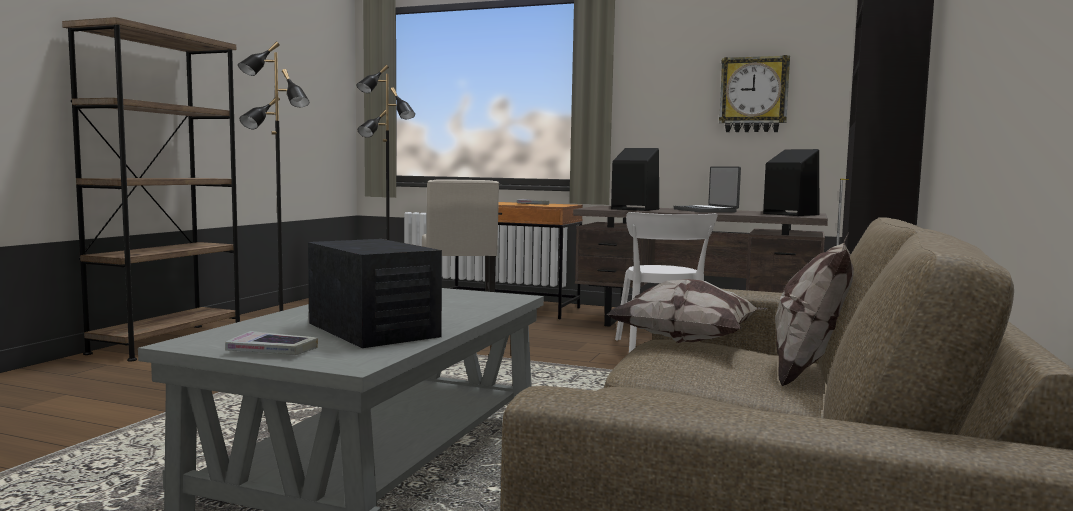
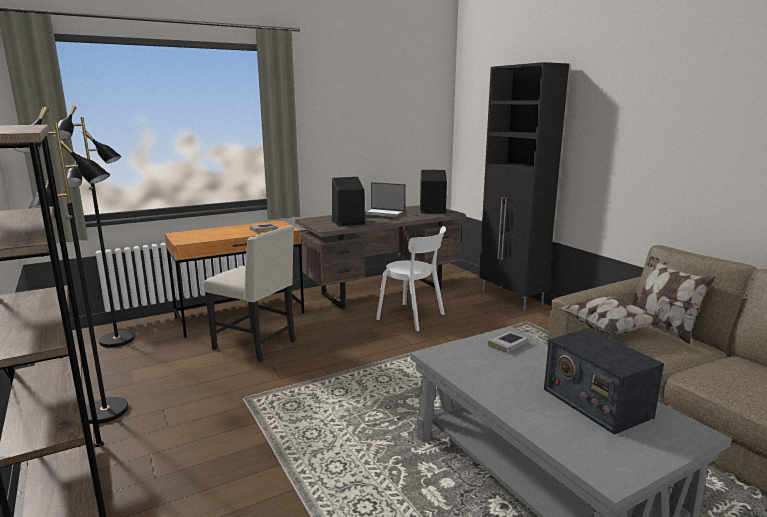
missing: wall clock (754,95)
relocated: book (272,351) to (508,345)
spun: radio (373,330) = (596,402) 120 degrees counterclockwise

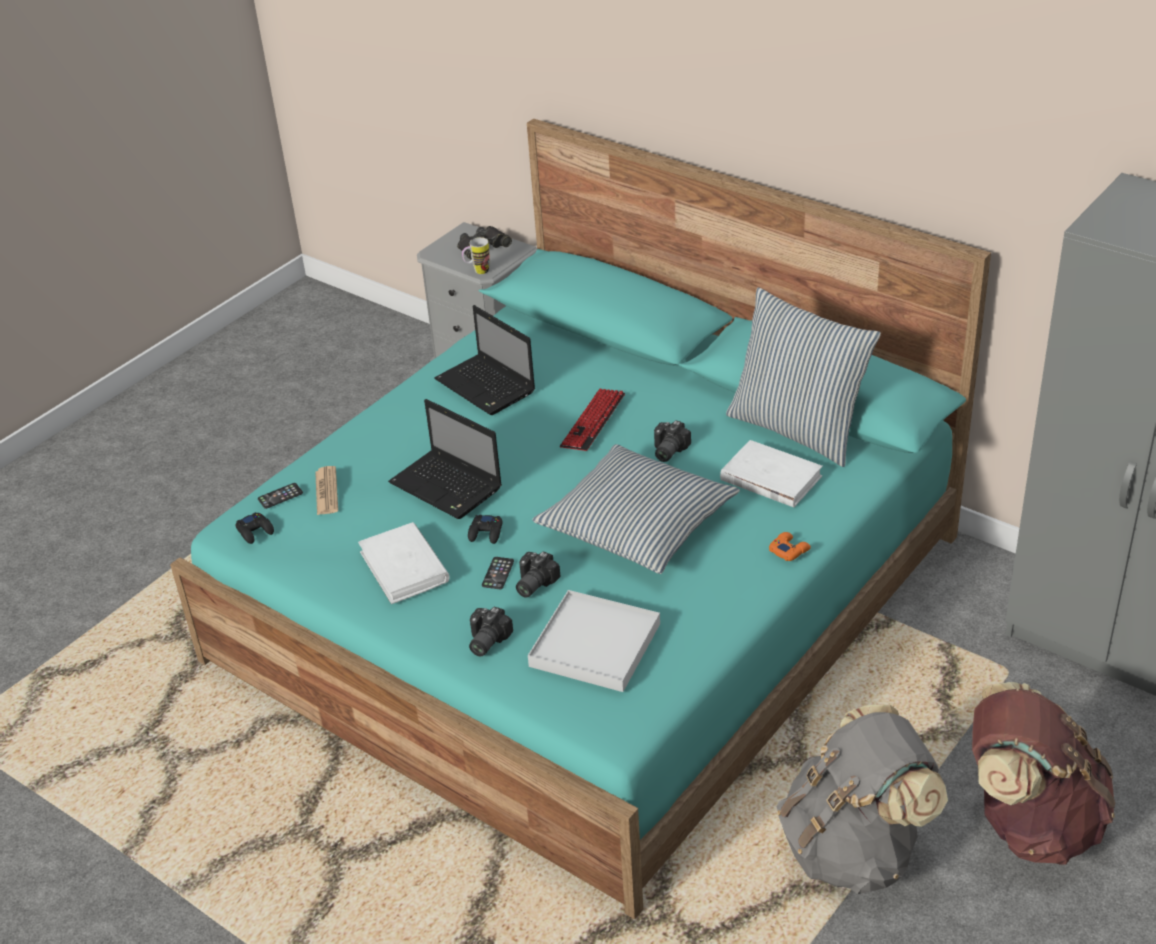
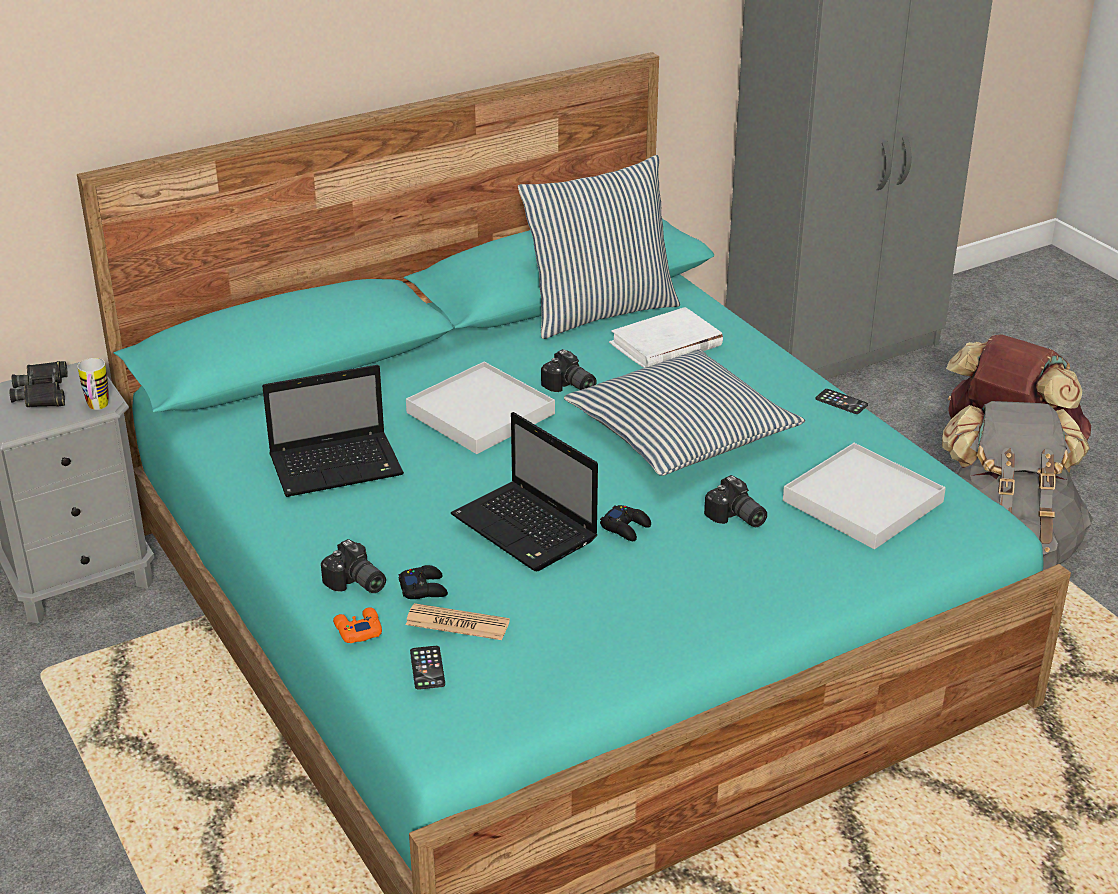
missing: white book (404,567)
relocated: black game controller (255,531) to (423,588); photo camera (485,641) to (355,584); phone (498,573) to (841,402); orange game controller (789,550) to (358,630)
exchanged: keyboard (593,421) to white tray (481,413)
spun: laptop (448,486) = (527,529) 75 degrees clockwise

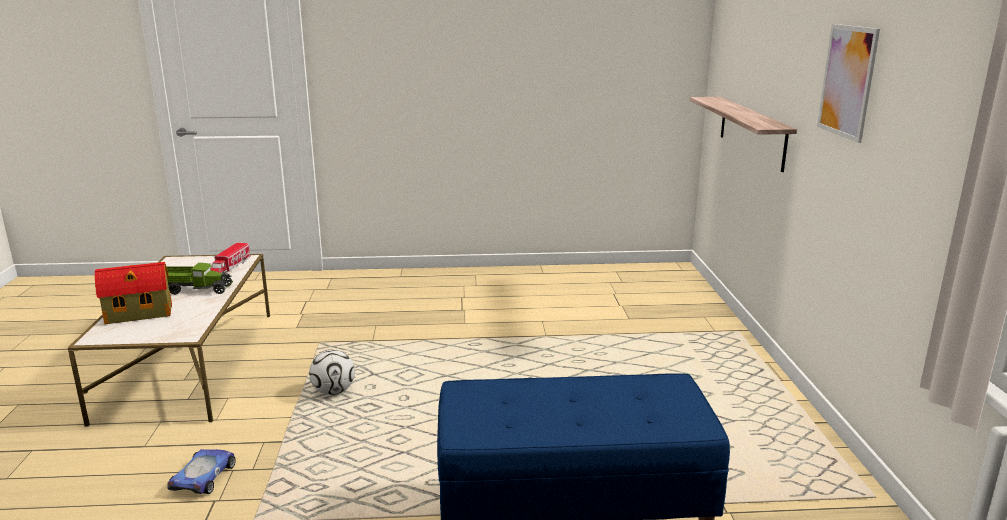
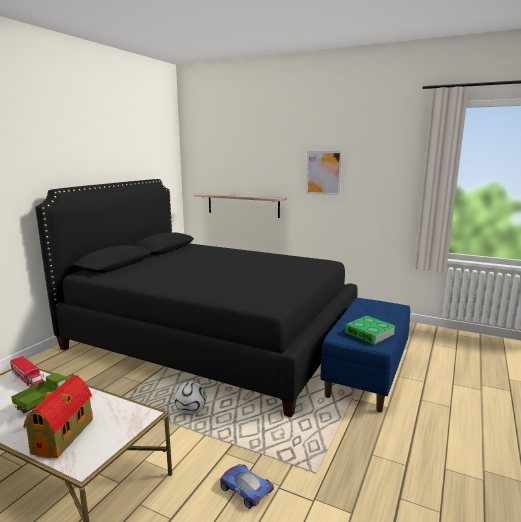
appeared: black bed (212,338); book (369,333)

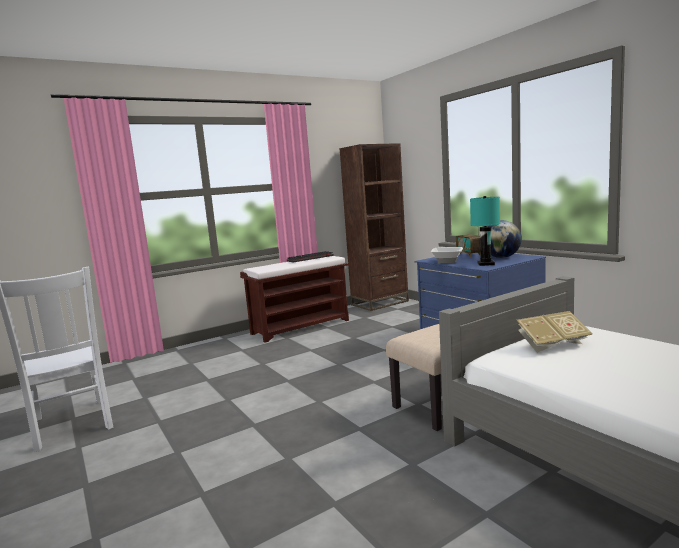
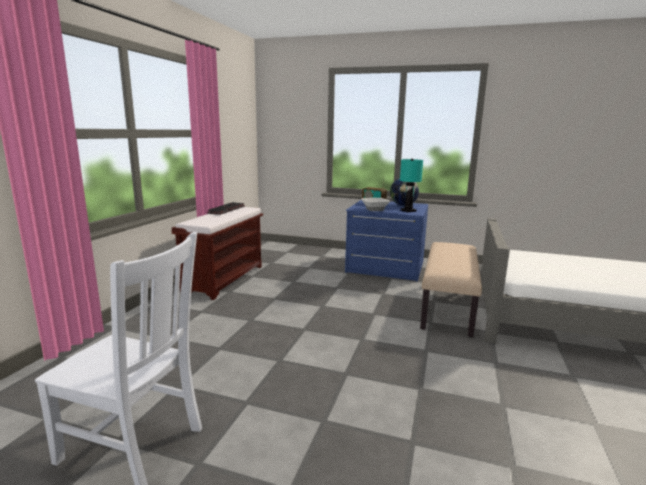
missing: brown bookcase (380,303); book (552,345)

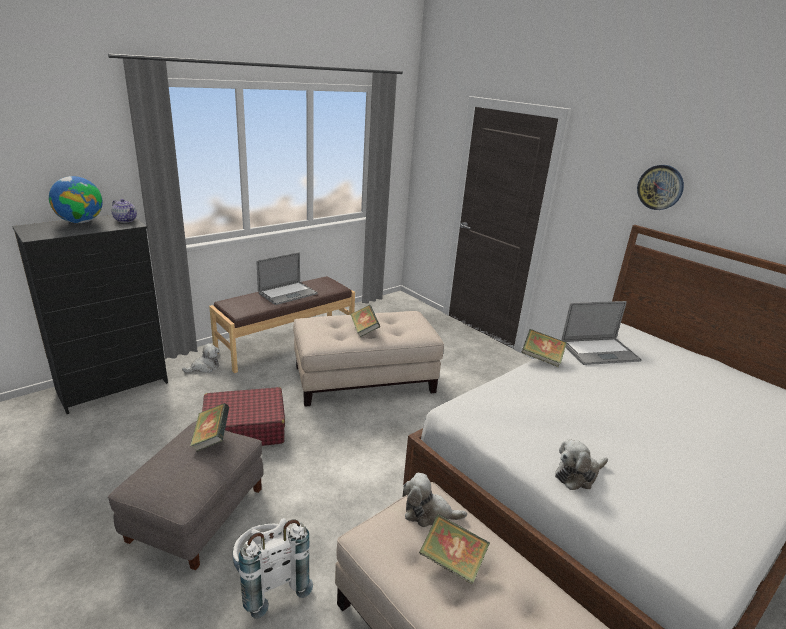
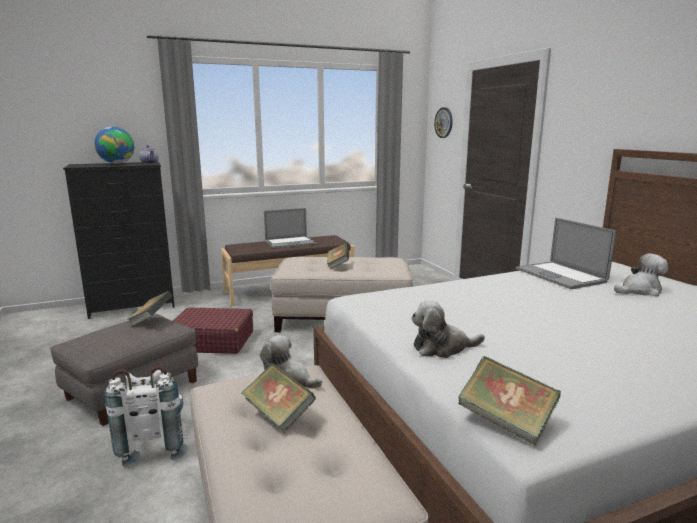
relocated: plush toy (204,367) to (639,291); book (541,358) to (506,422); wall clock (660,187) to (444,122)
spun: laptop (599,351) = (560,275) 60 degrees clockwise

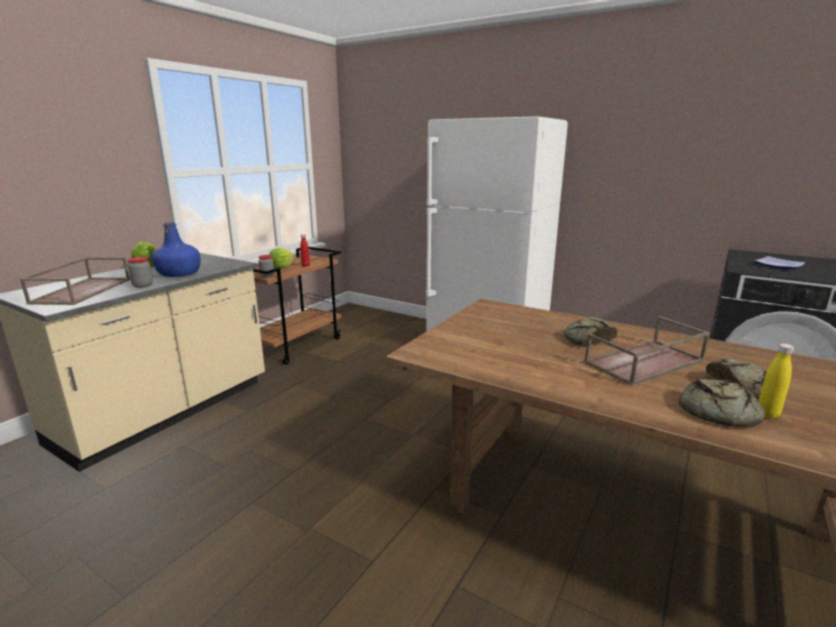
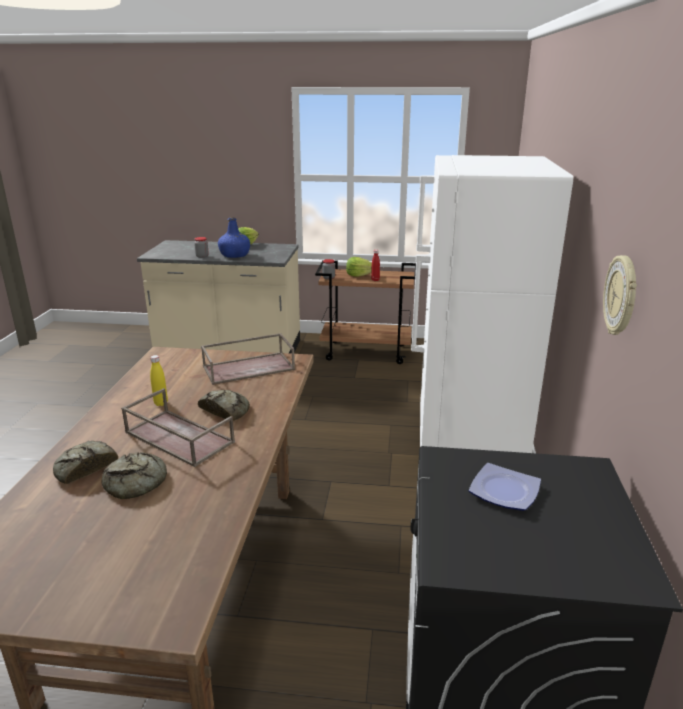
appeared: wall clock (622,296)
relocated: brown tray (82,290) to (249,367); yellow bottle (767,414) to (161,403)

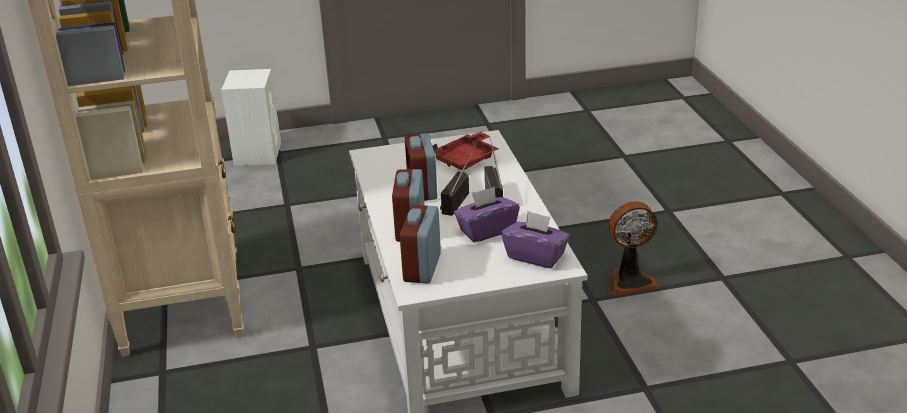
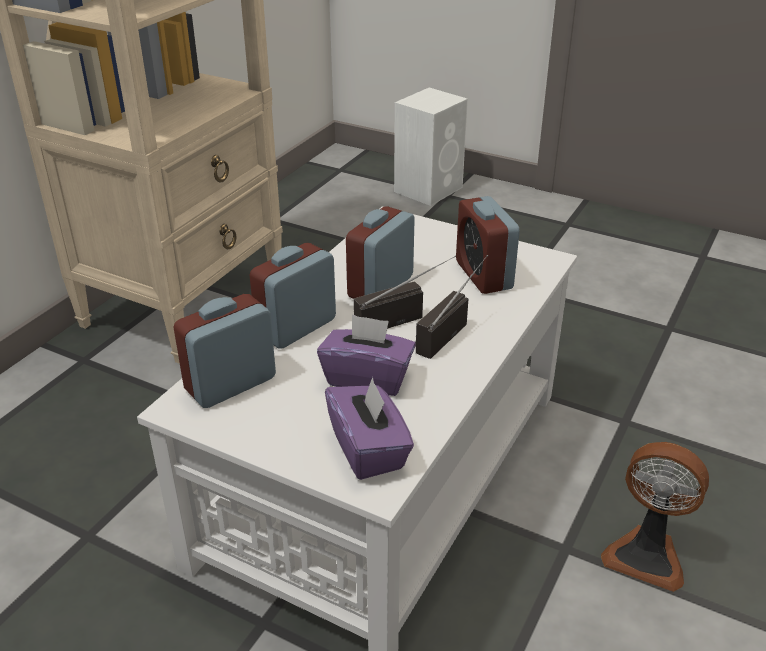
exchanged: red tray (467,159) to alarm clock (483,275)

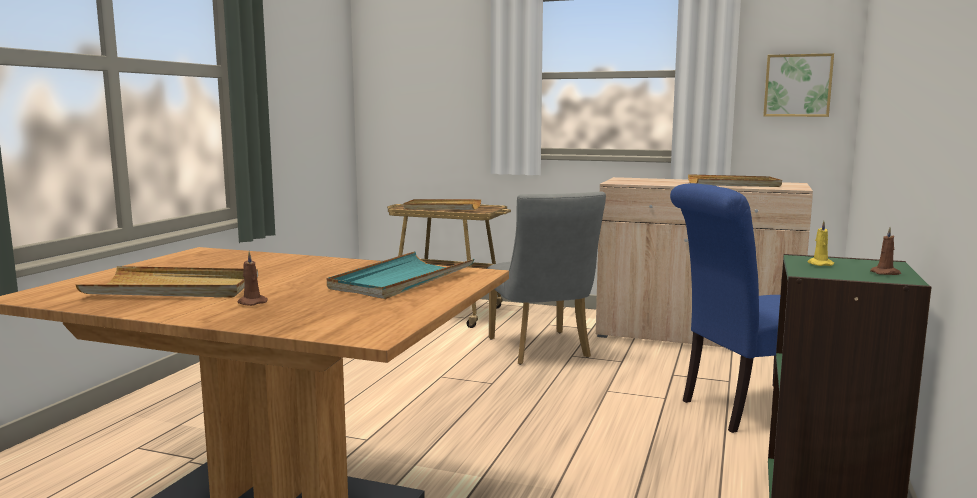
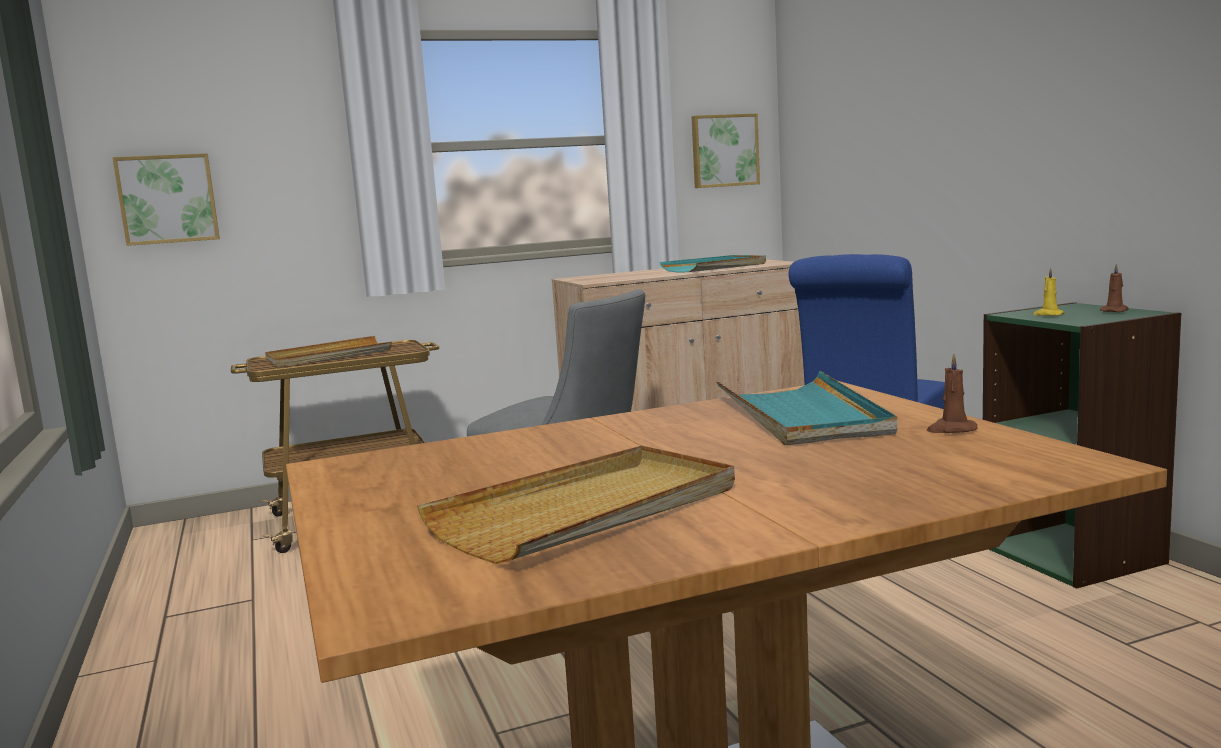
appeared: picture (168,199)
relocated: brown candle (251,302) to (951,430)
colour: beige tray (733,184) to turquoise tray (715,267)

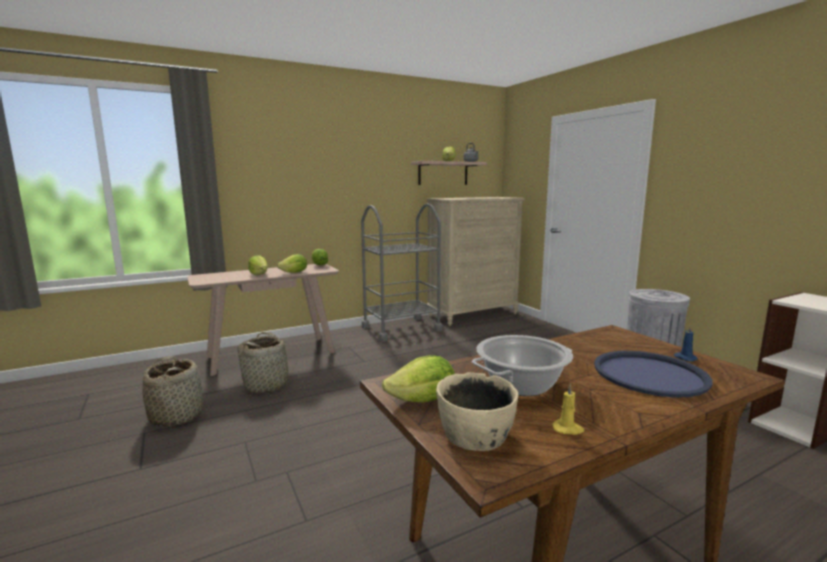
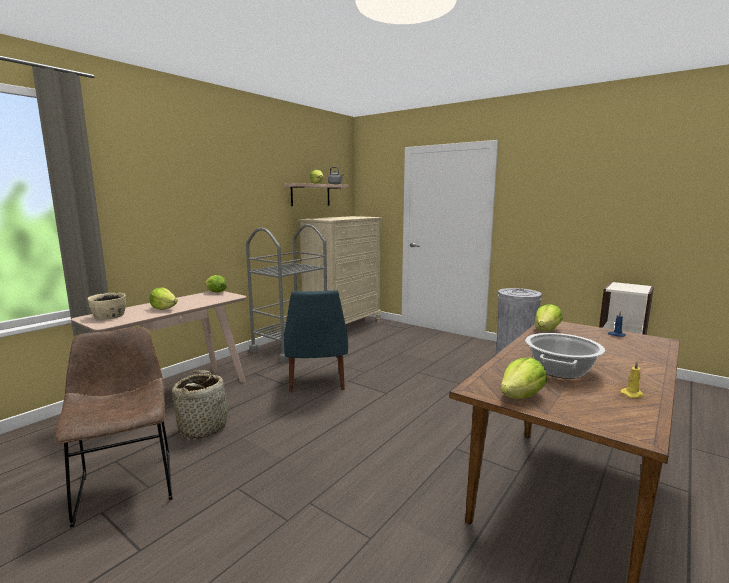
missing: blue tray (649,374)
appeared: blue chair (316,382)
relocated: lettuce (294,273) to (546,330); beige bowl (475,435) to (109,316)
exchanged: basket (177,416) to brown chair (126,483)

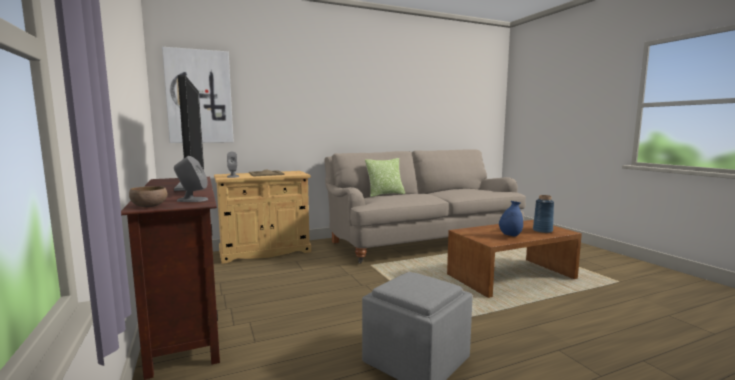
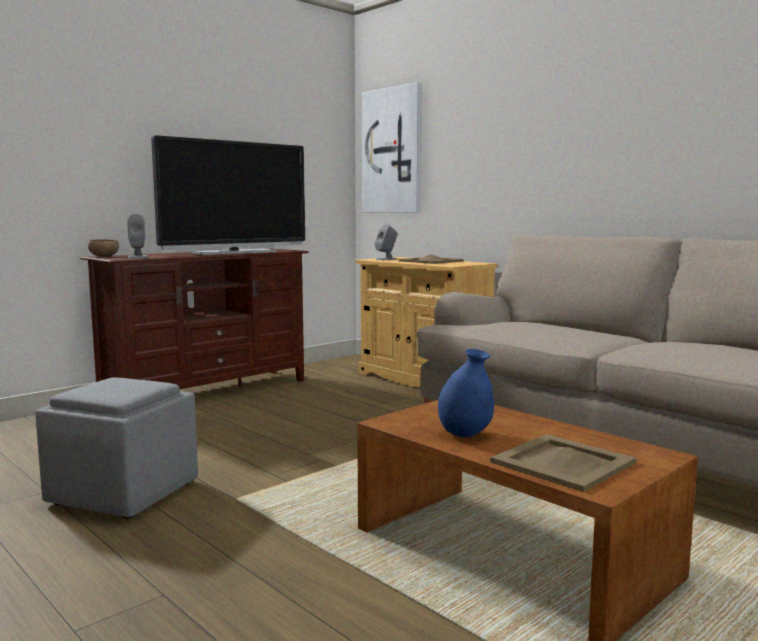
missing: pillow (385,194)
exchanged: blue vase (542,230) to beige tray (564,462)

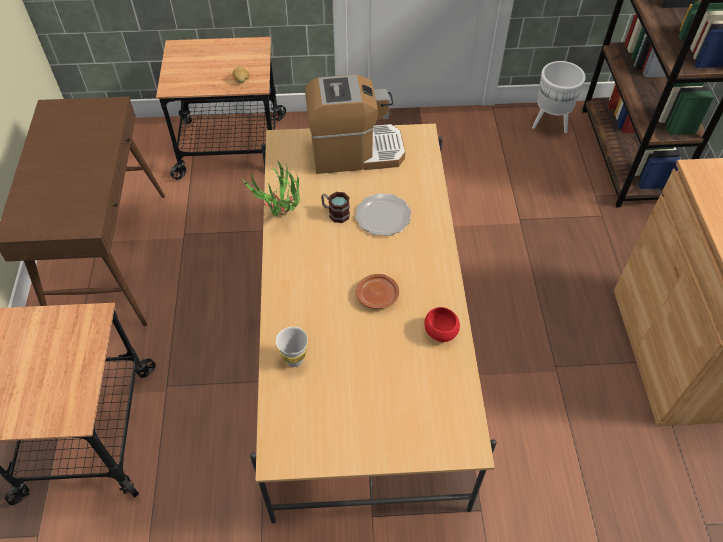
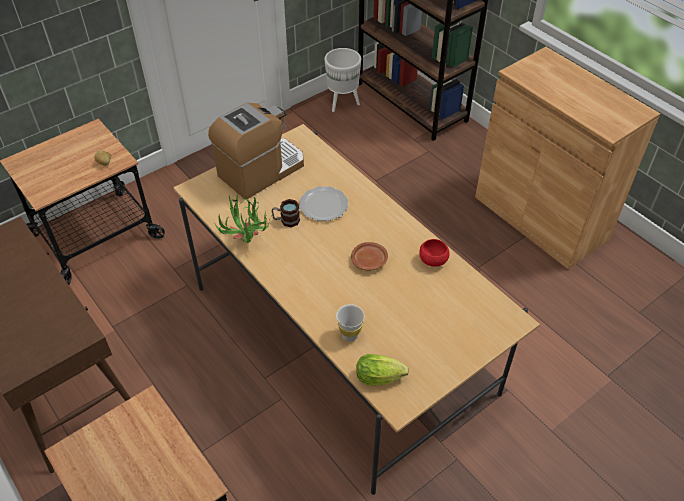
appeared: lettuce (382,377)

